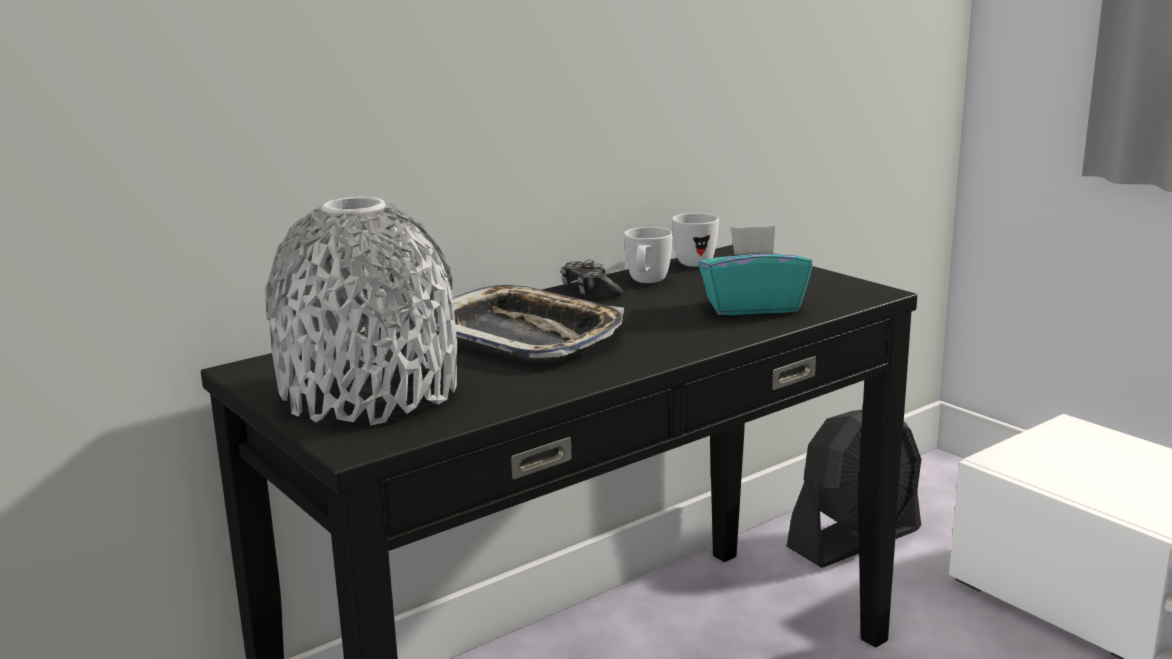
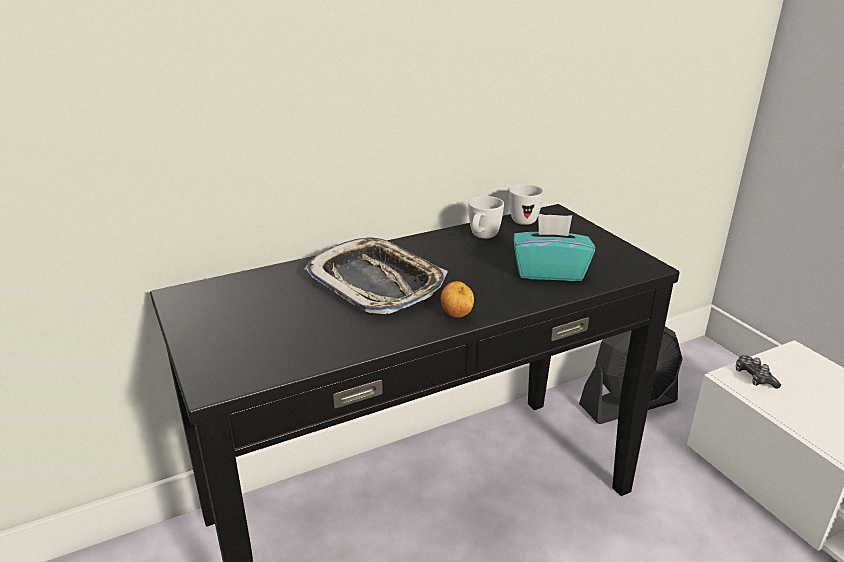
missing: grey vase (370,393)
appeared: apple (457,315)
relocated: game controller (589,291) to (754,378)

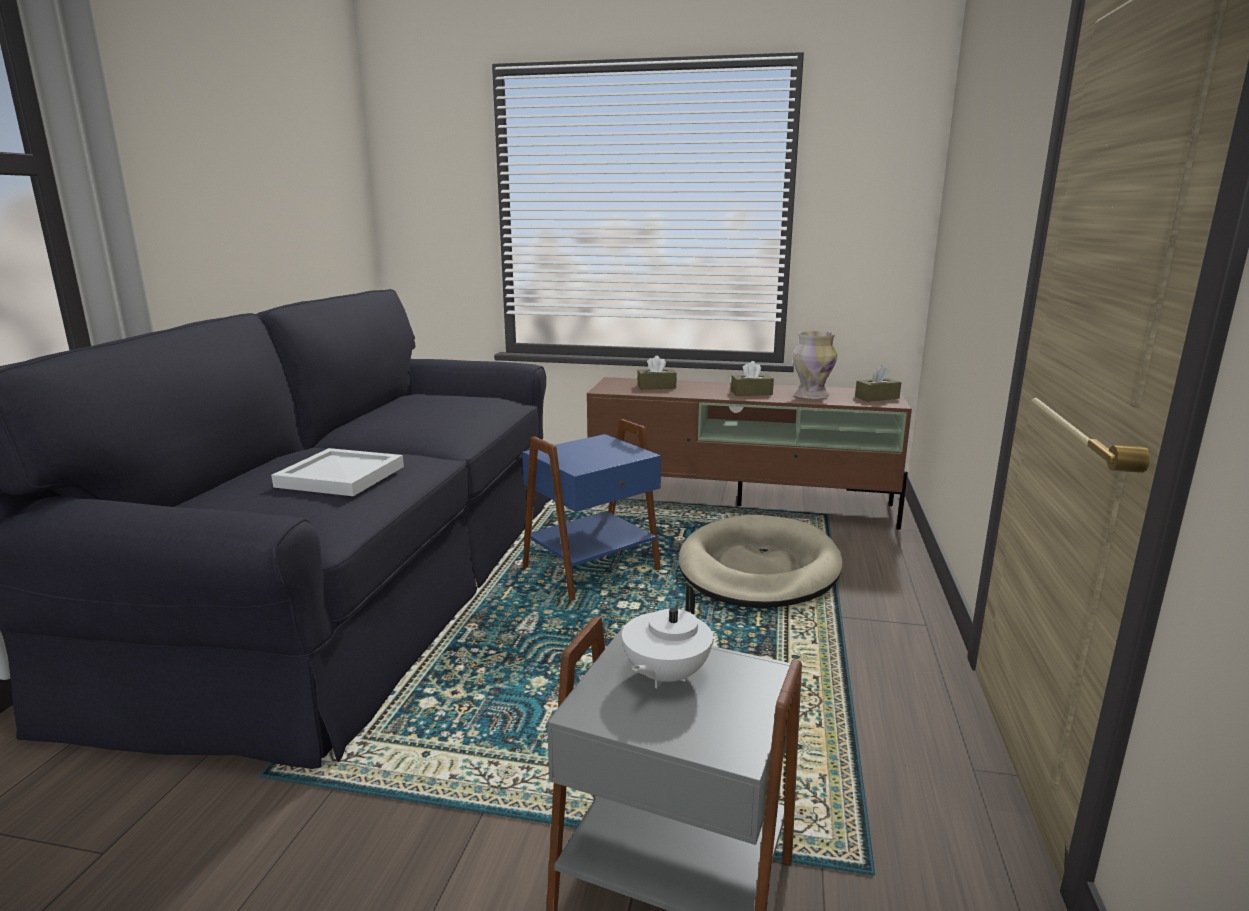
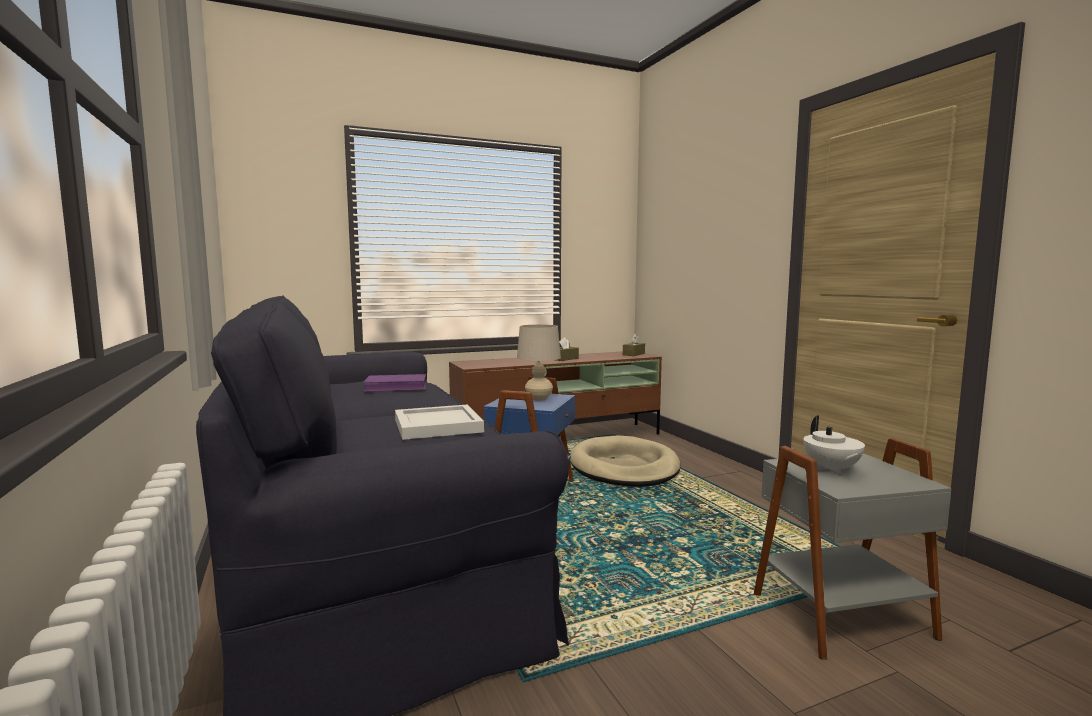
missing: brown tissue box (656,386); vase (810,396)
appeared: purple book (396,387); beige table lamp (538,399)

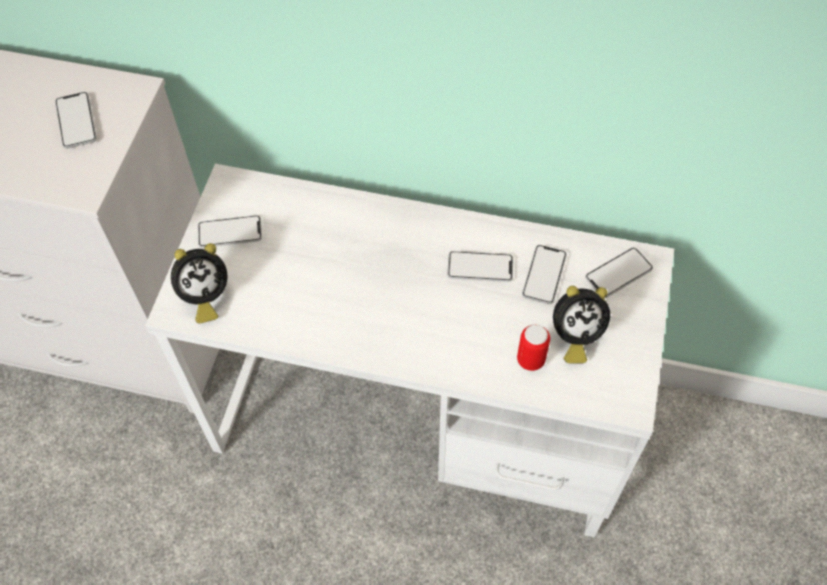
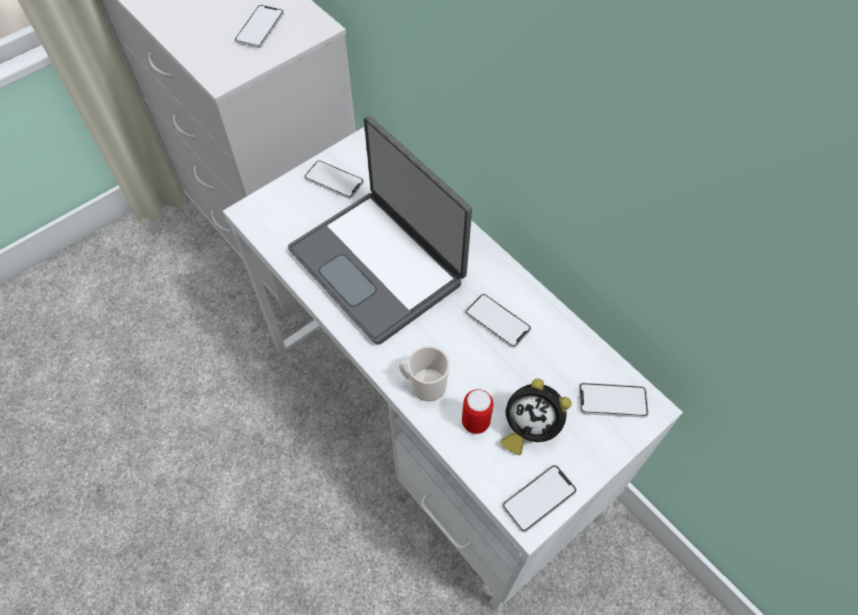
missing: alarm clock (204,297)
appeared: laptop (379,264); mug (424,384)
relocated: phone (544,275) to (539,498)

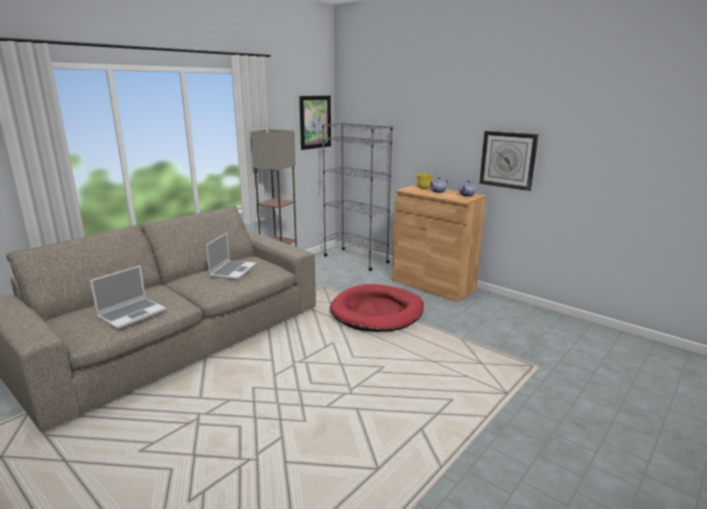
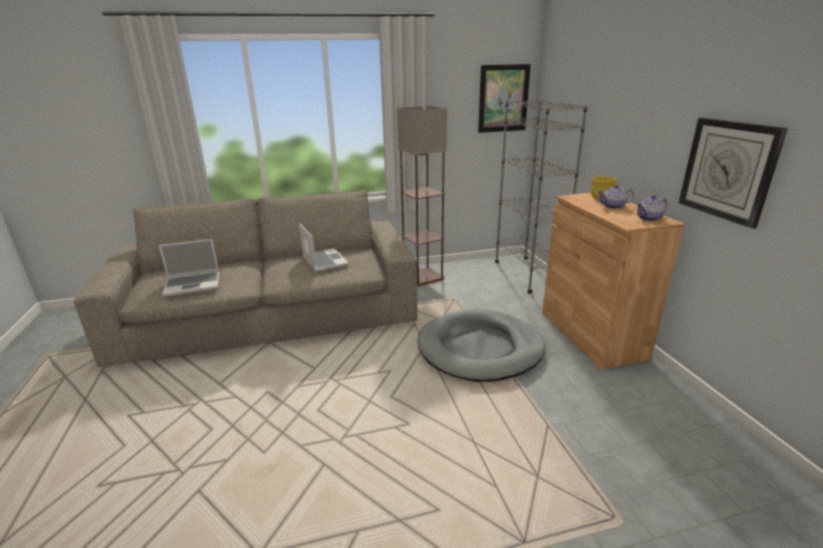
colour: red dog bed (377,312) to grey dog bed (480,349)
spun: laptop (232,270) = (324,261) 75 degrees counterclockwise

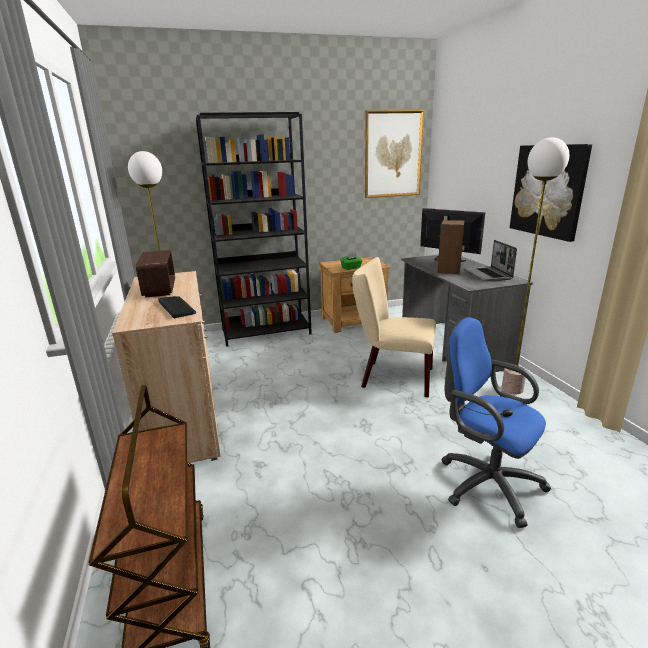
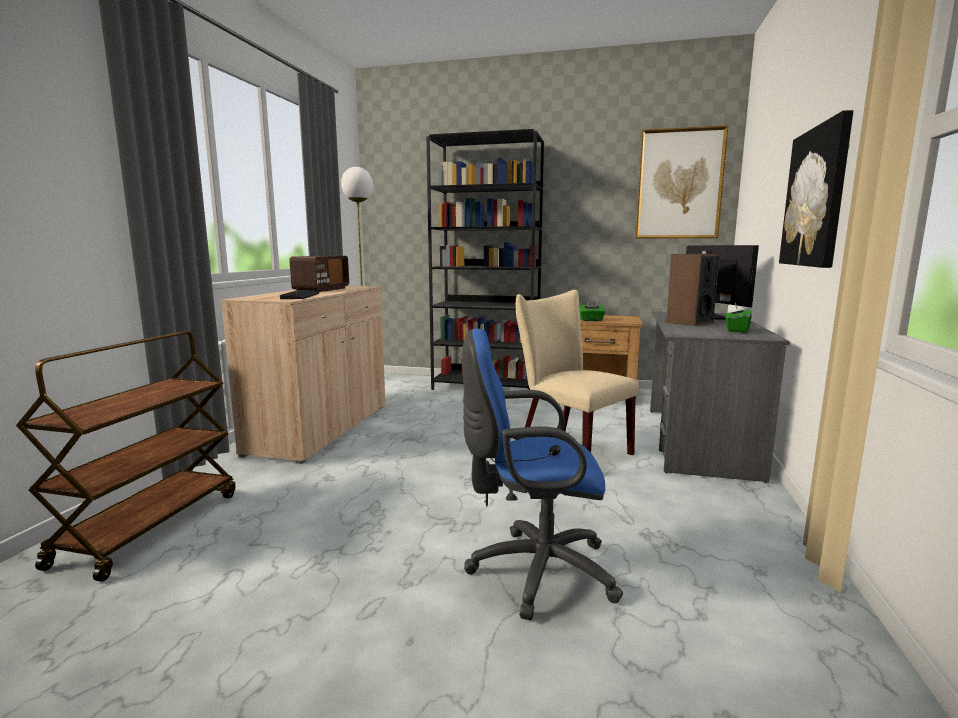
missing: floor lamp (512,389)
exchanged: laptop (488,275) to green tissue box (736,330)
spun: blue office chair (484,482) = (534,571) 75 degrees counterclockwise

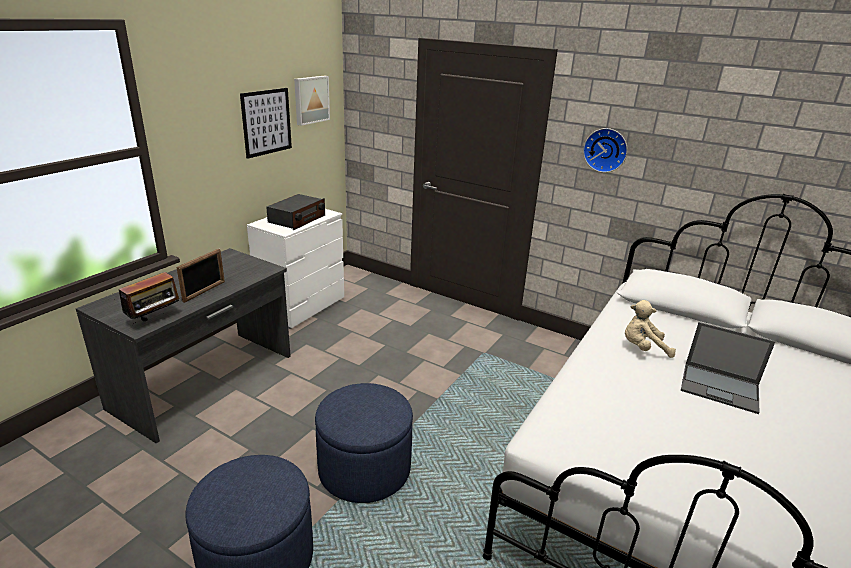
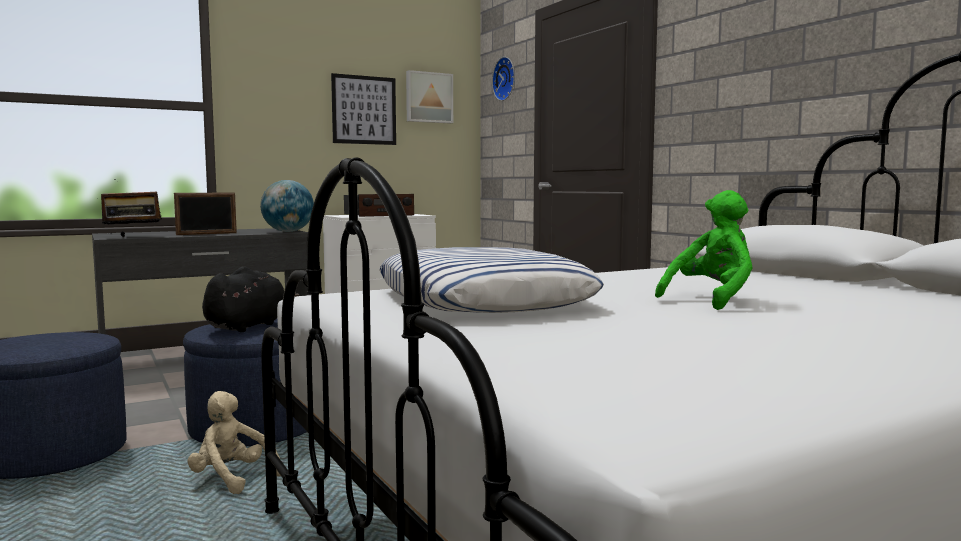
appeared: black plush toy (248,326); globe (288,231); pillow (482,299)
relocated: wall clock (606,150) to (506,79); beige plush toy (643,348) to (231,479)
exchanged: laptop (720,388) to green plush toy (712,300)

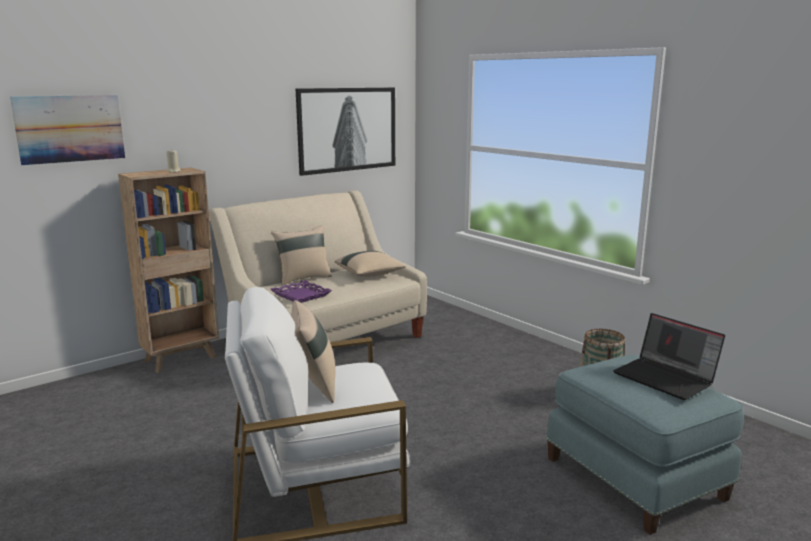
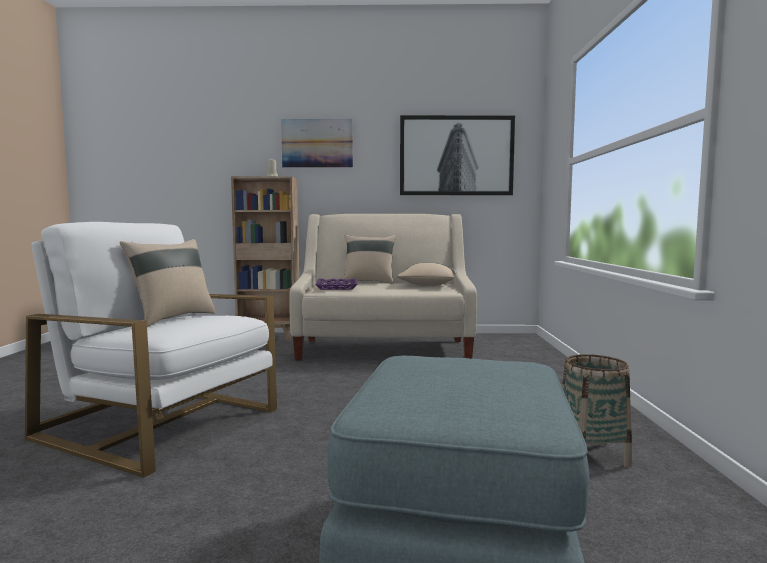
missing: laptop (666,378)
relocated: picture (70,128) to (317,143)

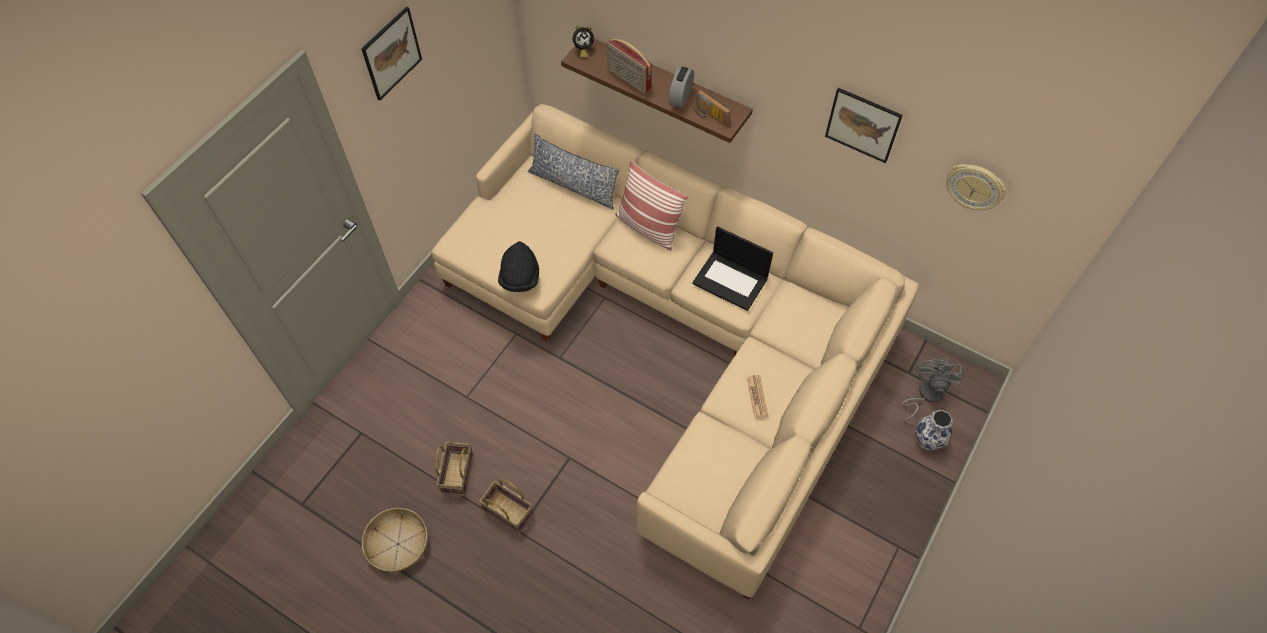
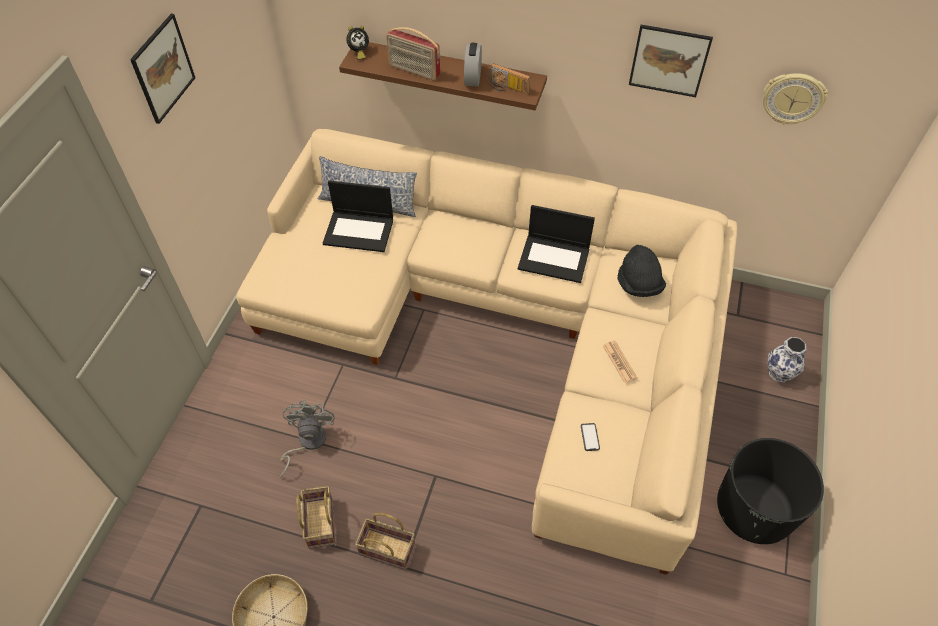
missing: pillow (648,227)
appeared: laptop (359,231); phone (590,437); black planter (753,510)
relocated: black hat (520,278) to (638,284); grey fan (926,394) to (307,442)

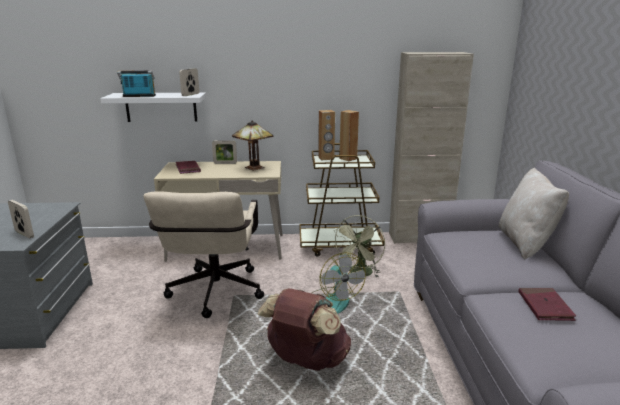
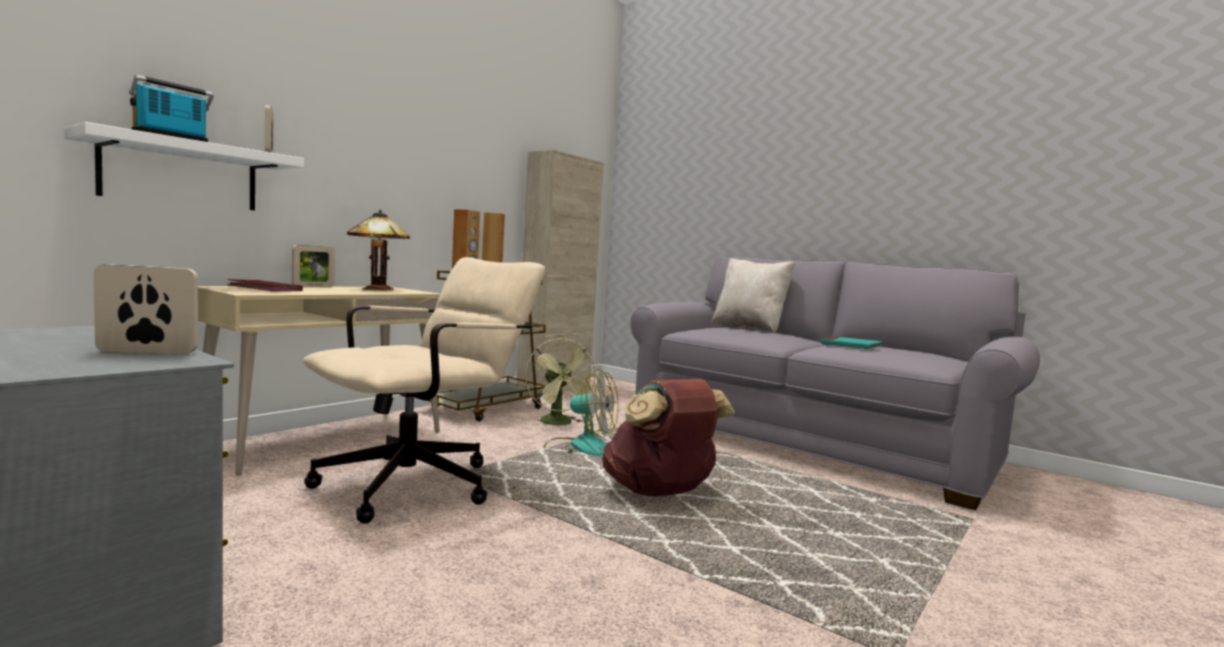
colour: red book (545,306) to turquoise book (850,346)
spun: beige office chair (214,295) = (423,482) 90 degrees counterclockwise

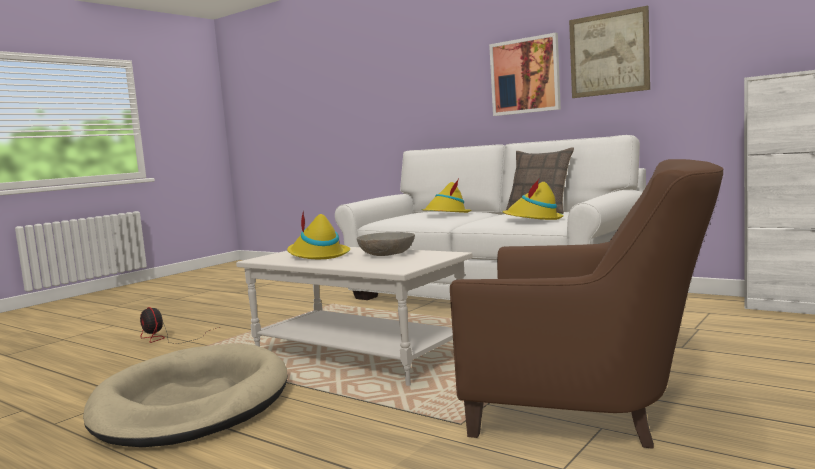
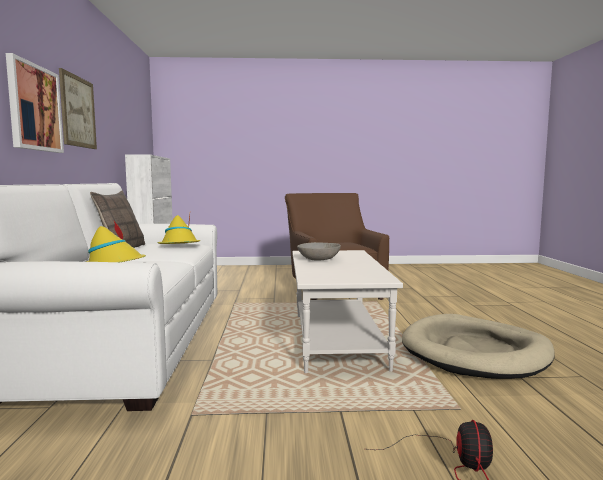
missing: yellow hat (317,255)

